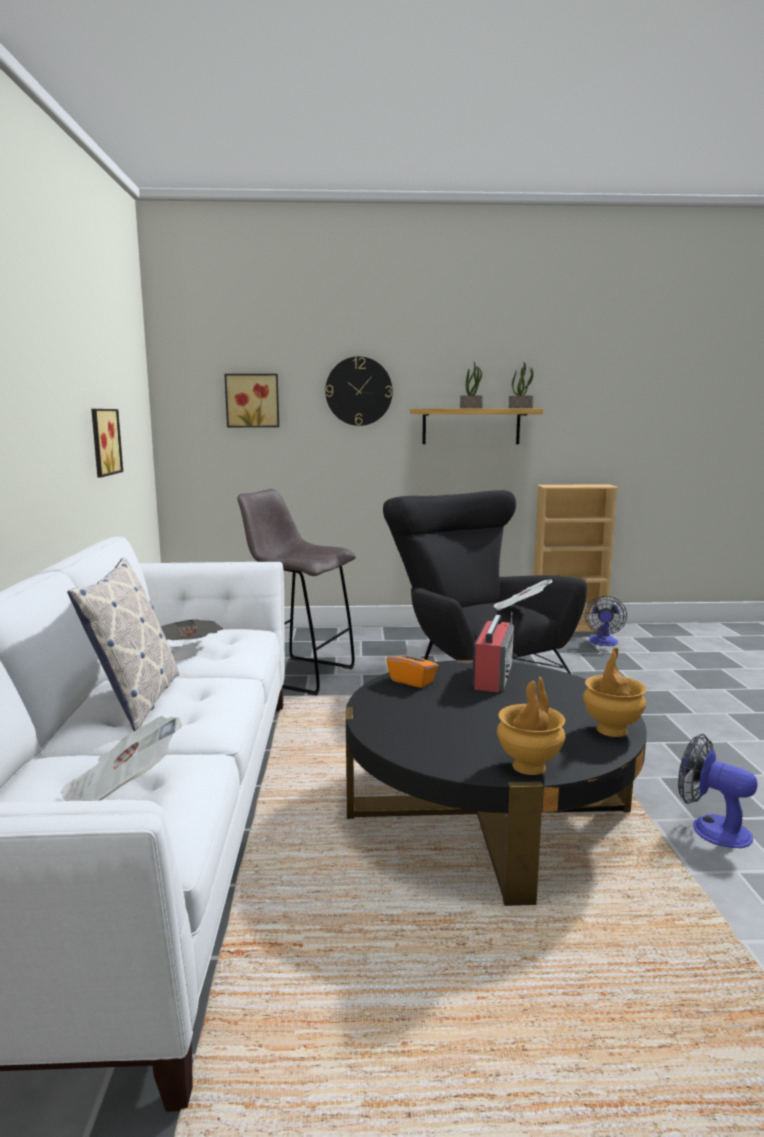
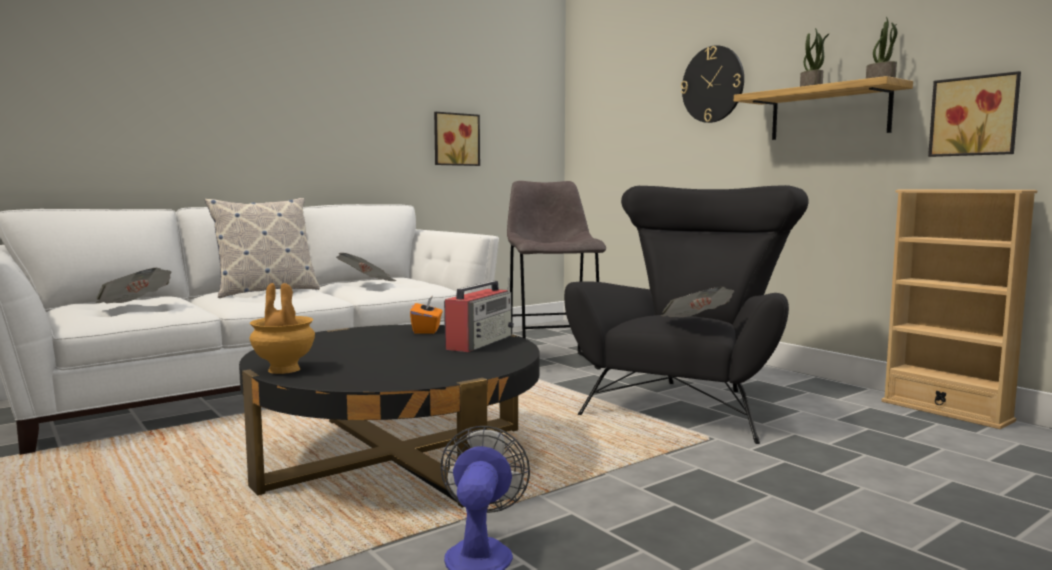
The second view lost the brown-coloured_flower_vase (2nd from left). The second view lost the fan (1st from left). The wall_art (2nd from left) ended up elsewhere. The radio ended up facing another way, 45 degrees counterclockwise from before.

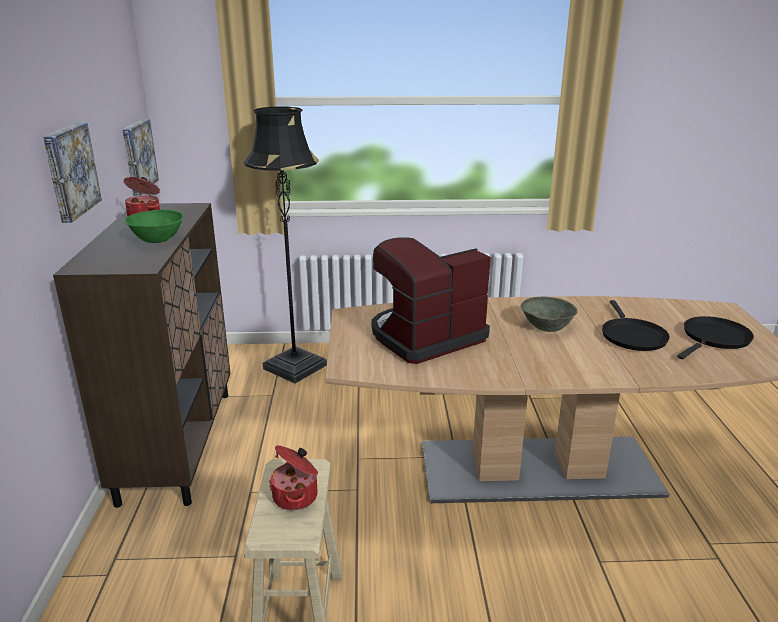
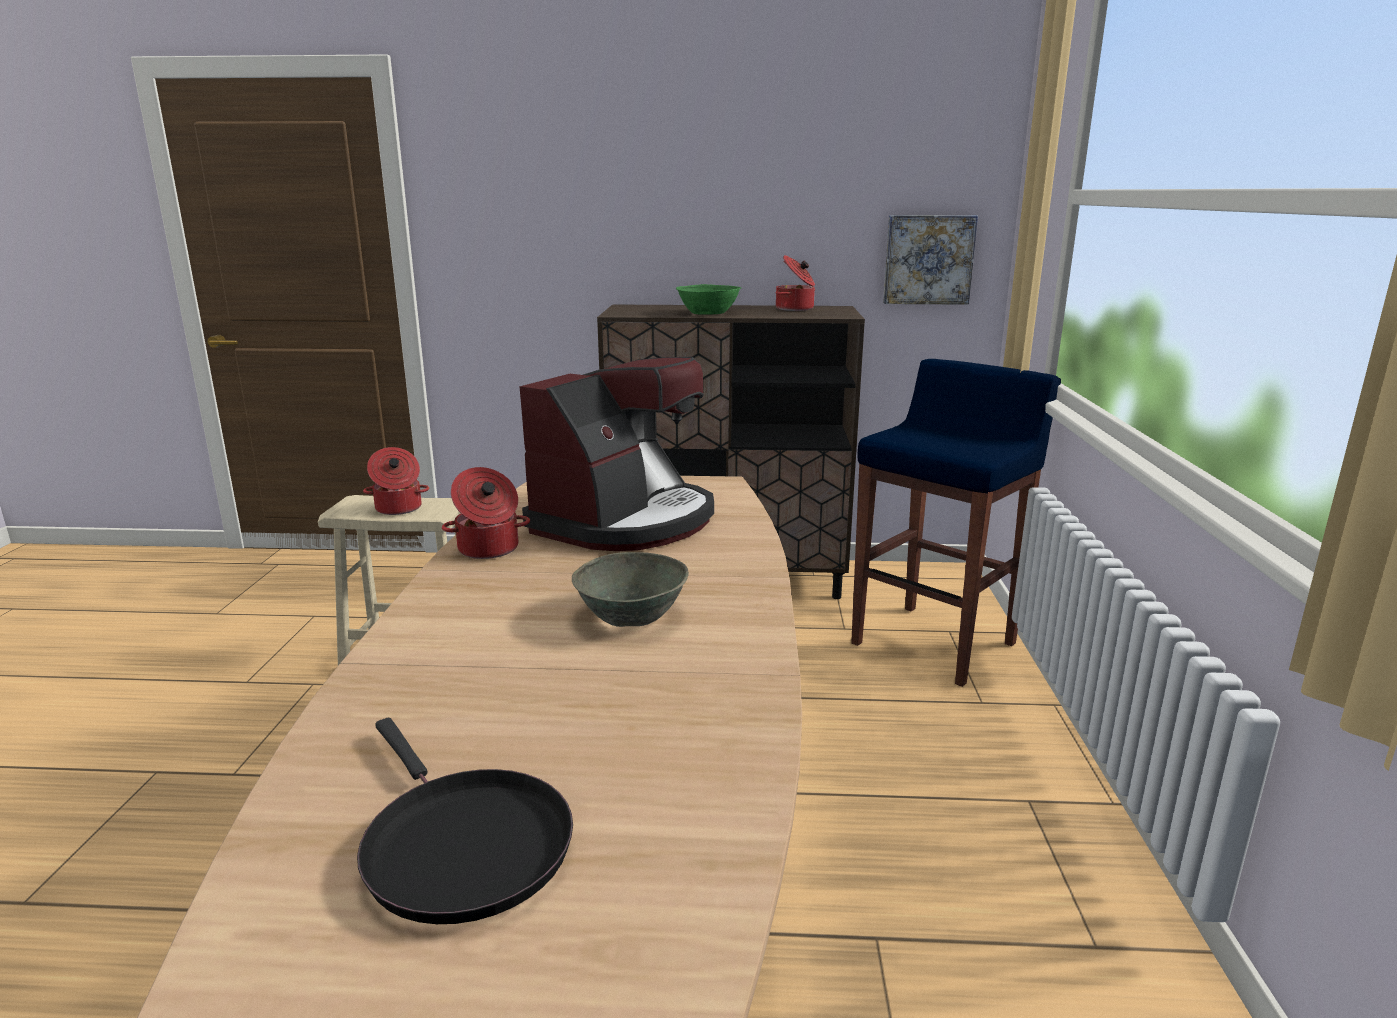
The second view lost the wall_art (1st from left). The second view lost the black_frying_pan (1st from left). The second view gained the stockpot (2nd from left). Where the black_floor_lamp stood, the blue_stool_seat came to stand. The coffee_maker ended up facing another way, 60 degrees clockwise from before.

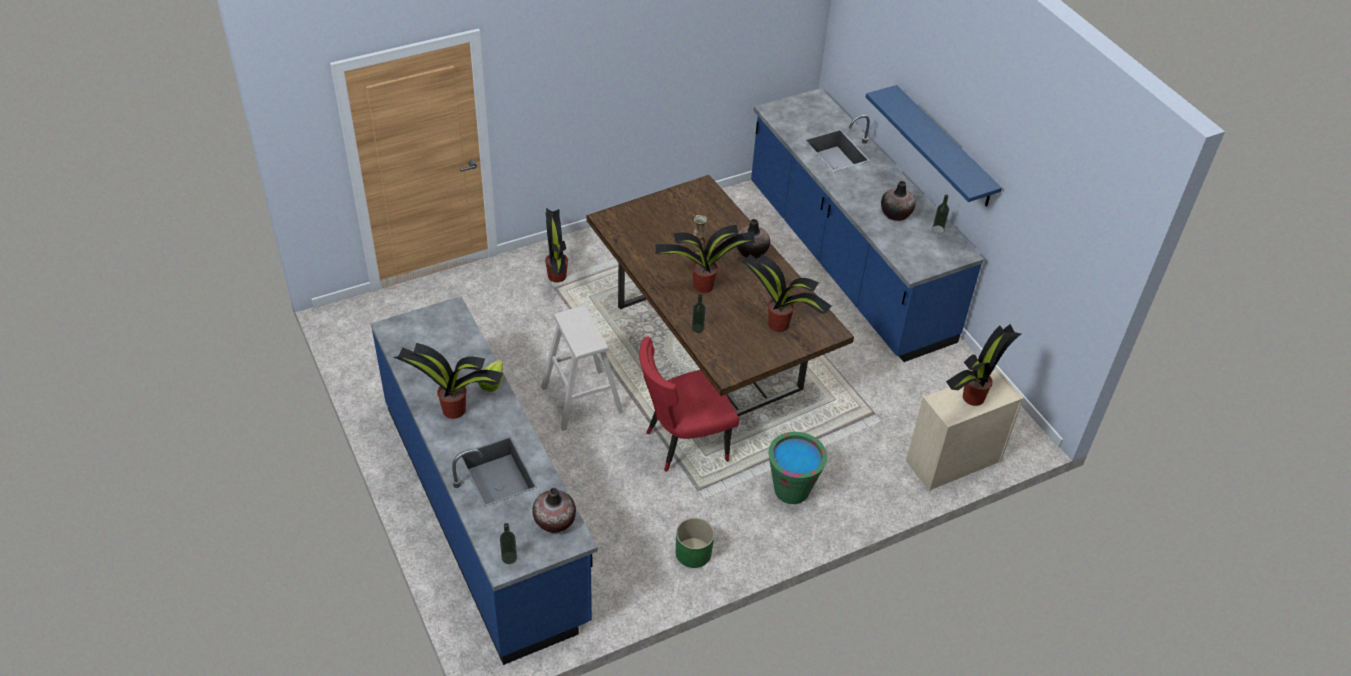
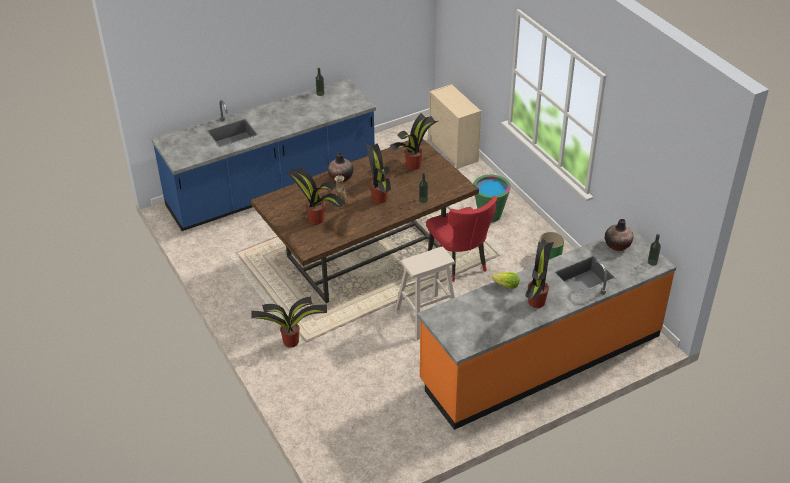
The second view lost the blue_bracket_shelf. The second view lost the flower_vase (4th from left). The potted_plant (5th from left in the first image) ended up elsewhere. What was the blue_kitchen_base_unit (1st from left) turned into the orange-coloured_kitchen_base_unit.

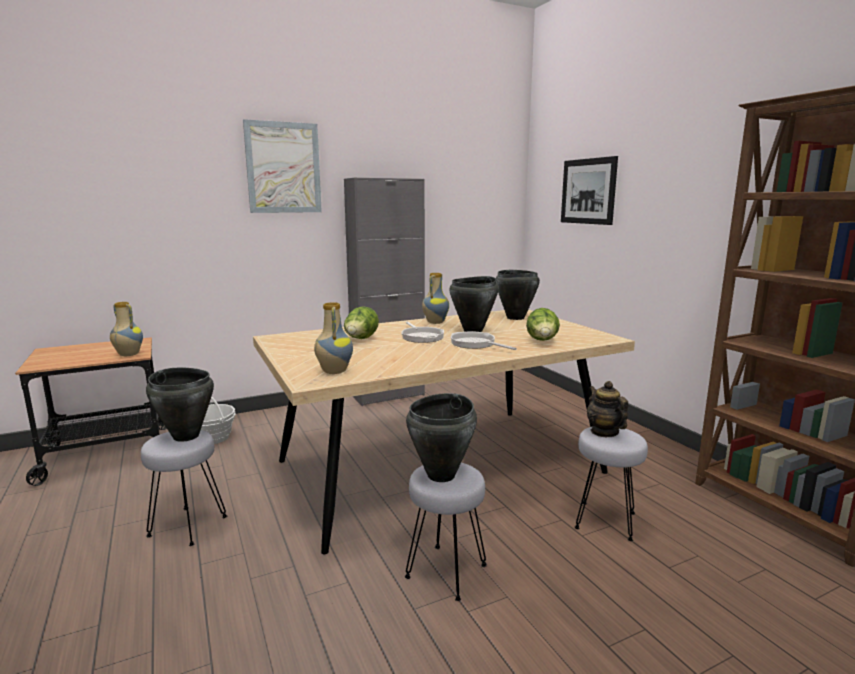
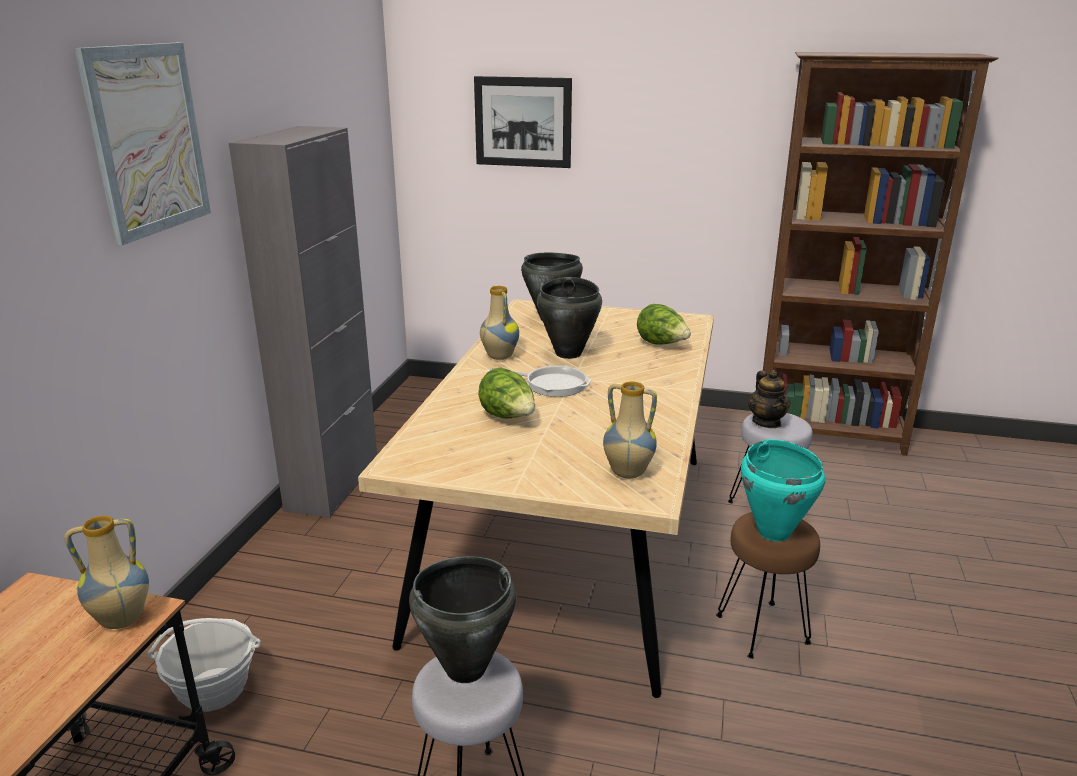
The second view lost the frying_pan (2nd from left). What was the grey_stool_seat (2nd from left) turned into the brown-coloured_stool_seat. What was the black_stockpot (2nd from left) turned into the turquoise-coloured_stockpot. The pot_for_tea ended up facing another way, 120 degrees counterclockwise from before.

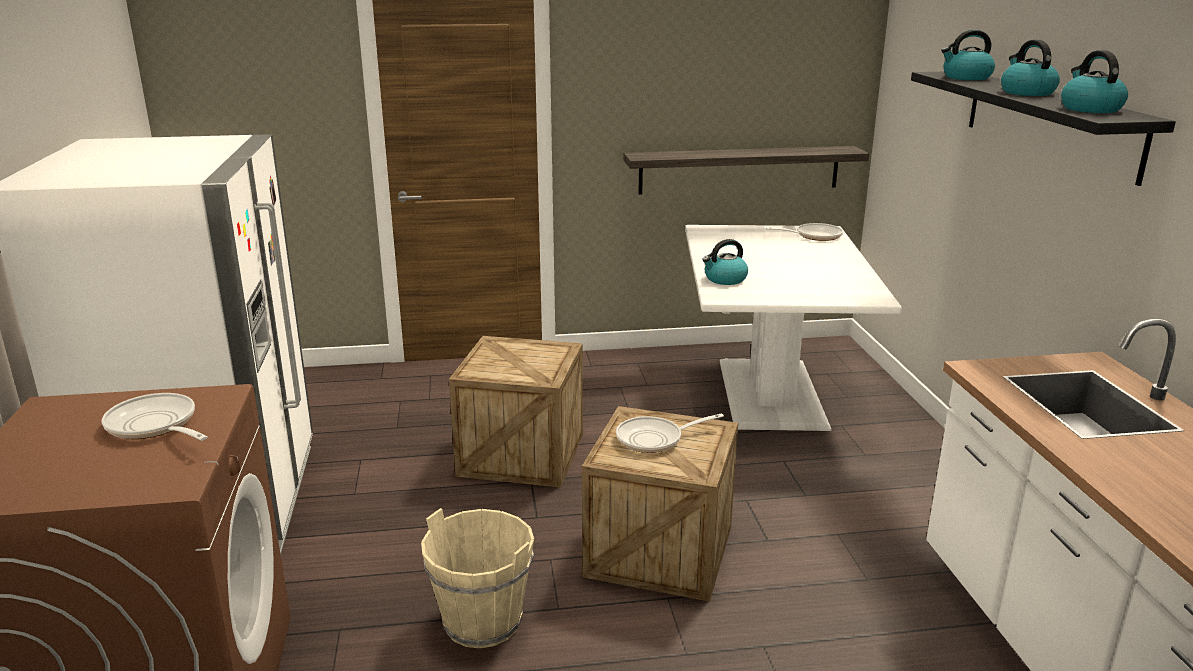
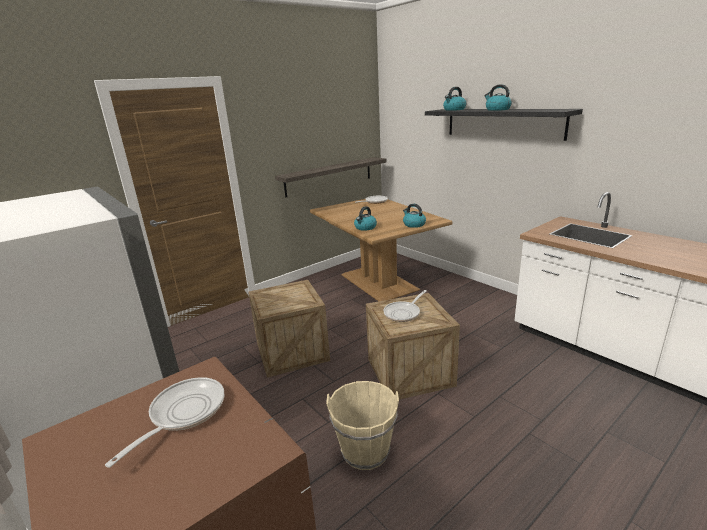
The tea_kettle (4th from left in the first image) ended up elsewhere. What was the whitish_dinner_table turned into the brown-coloured_dinner_table. The frying_pan (1st from left) ended up facing another way, 105 degrees clockwise from before.

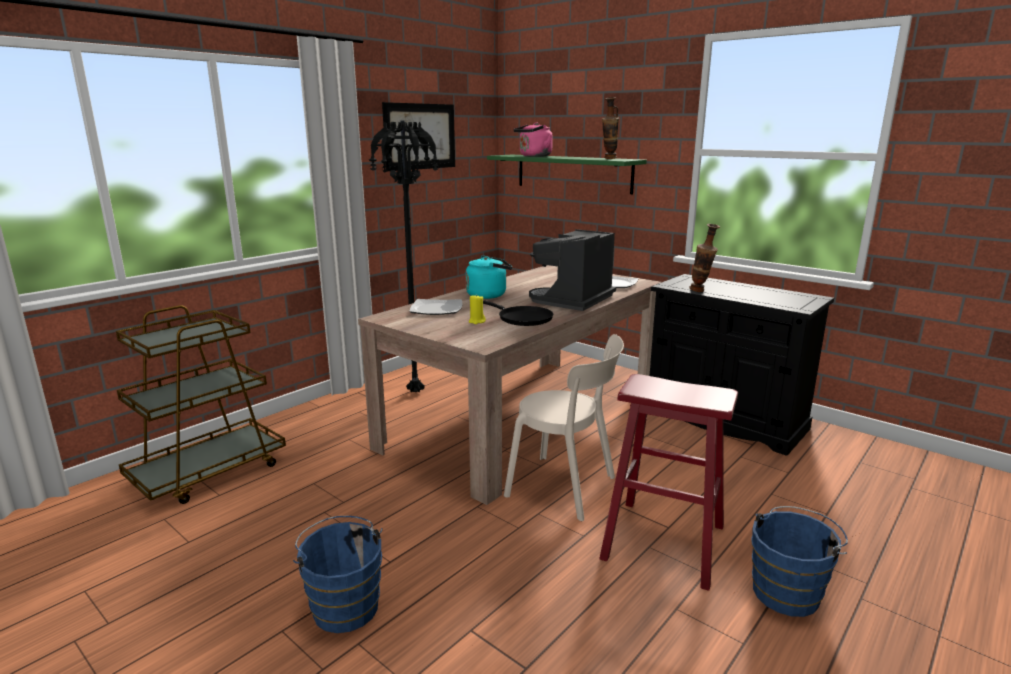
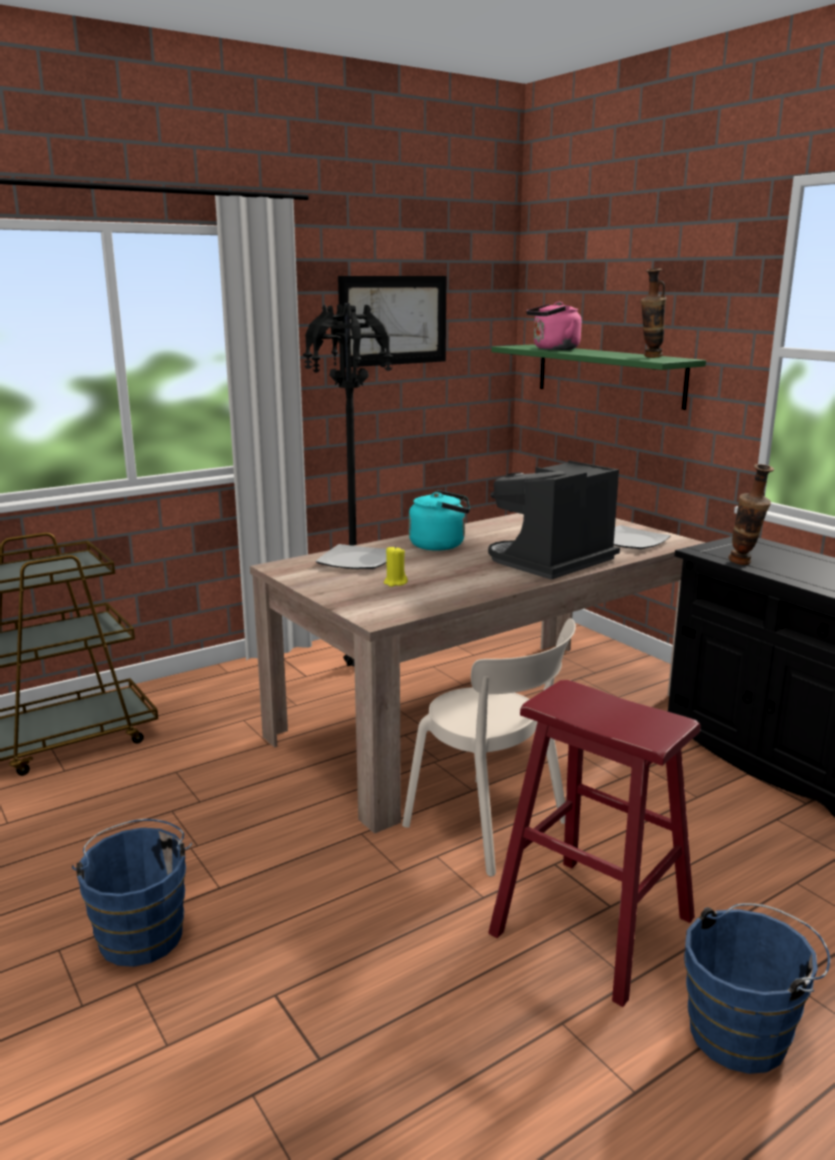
The second view lost the black_frying_pan.

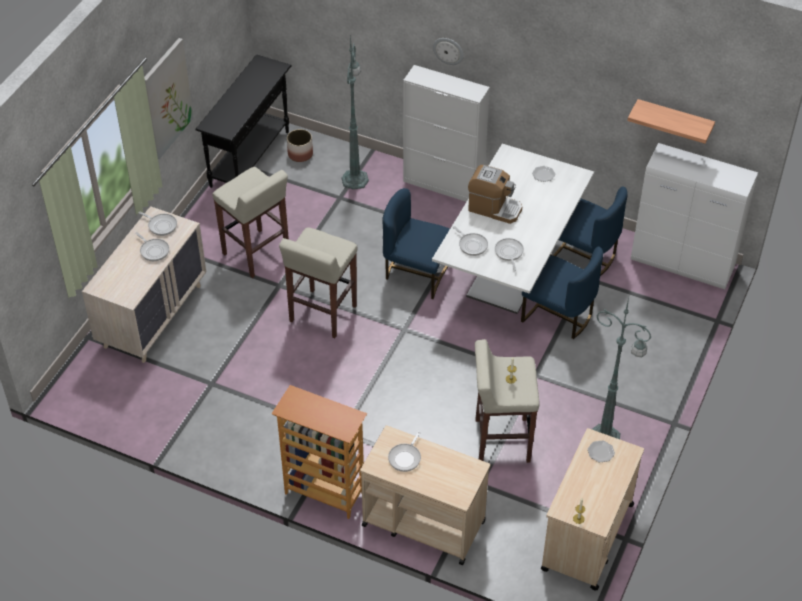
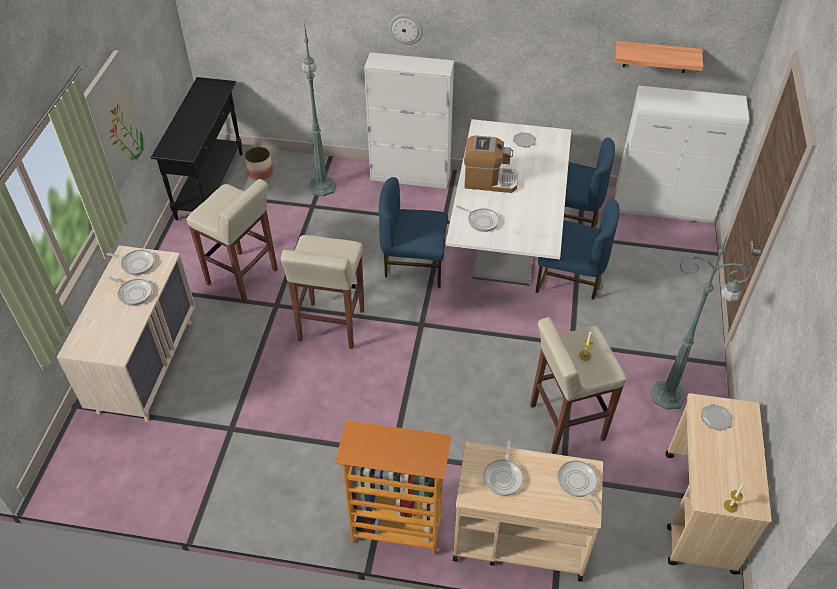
The frying_pan (5th from left) ended up elsewhere.

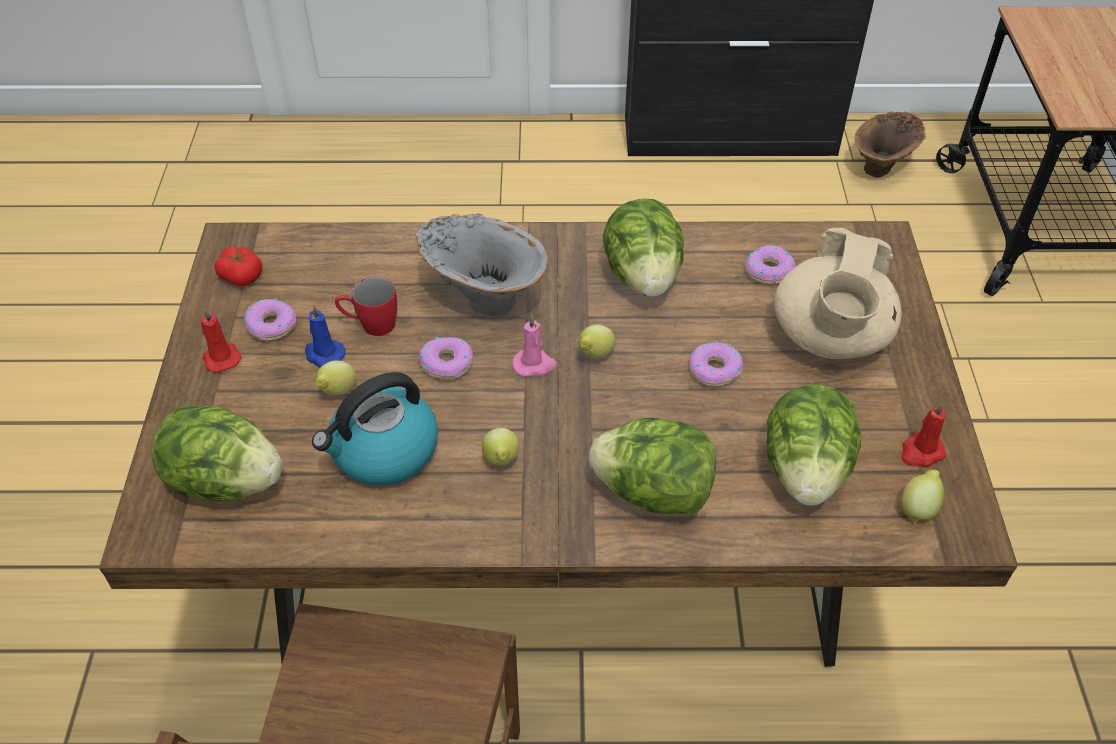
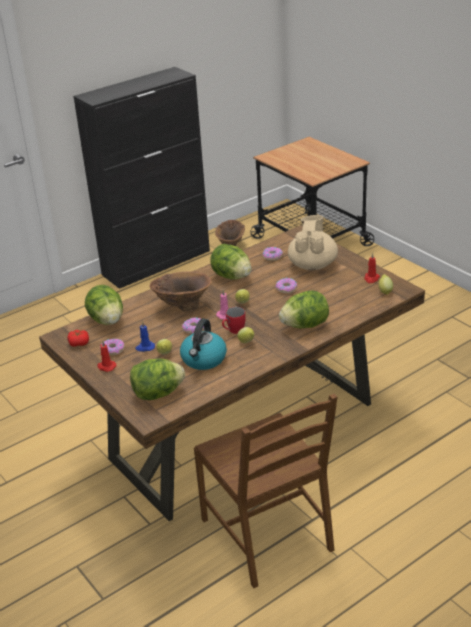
The reddish_tea_mug ended up elsewhere. The lettuce_head (4th from left in the first image) ended up elsewhere. What was the grey_flower_vase turned into the brown-coloured_flower_vase (1st from left). The beige-coloured_pot_for_tea ended up facing another way, 150 degrees counterclockwise from before.

